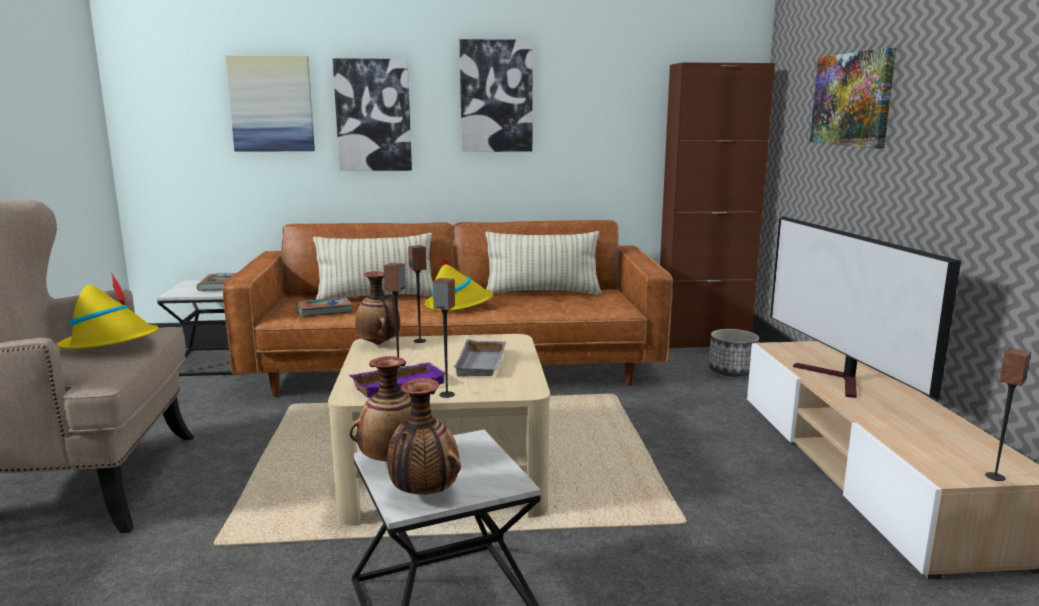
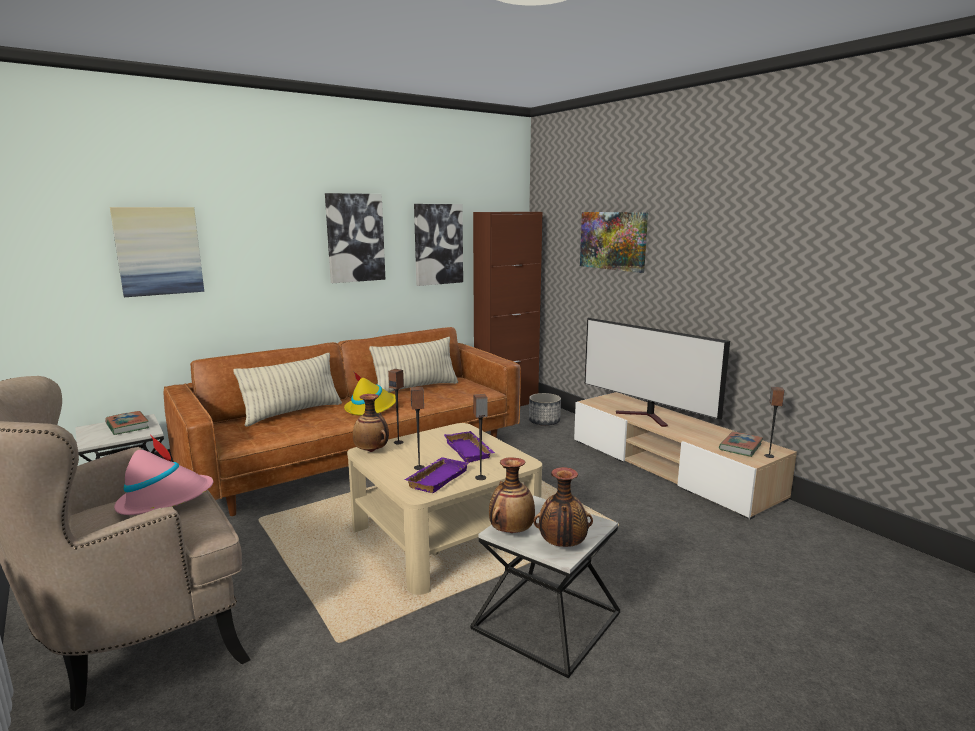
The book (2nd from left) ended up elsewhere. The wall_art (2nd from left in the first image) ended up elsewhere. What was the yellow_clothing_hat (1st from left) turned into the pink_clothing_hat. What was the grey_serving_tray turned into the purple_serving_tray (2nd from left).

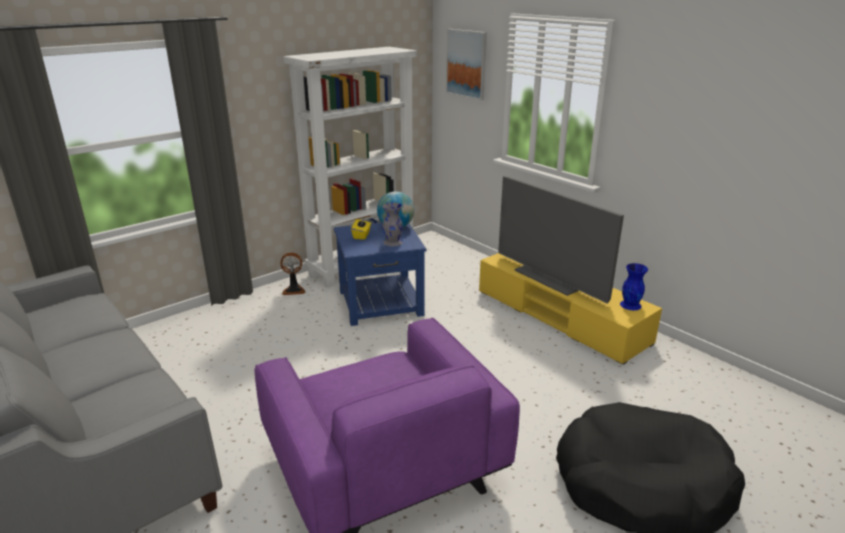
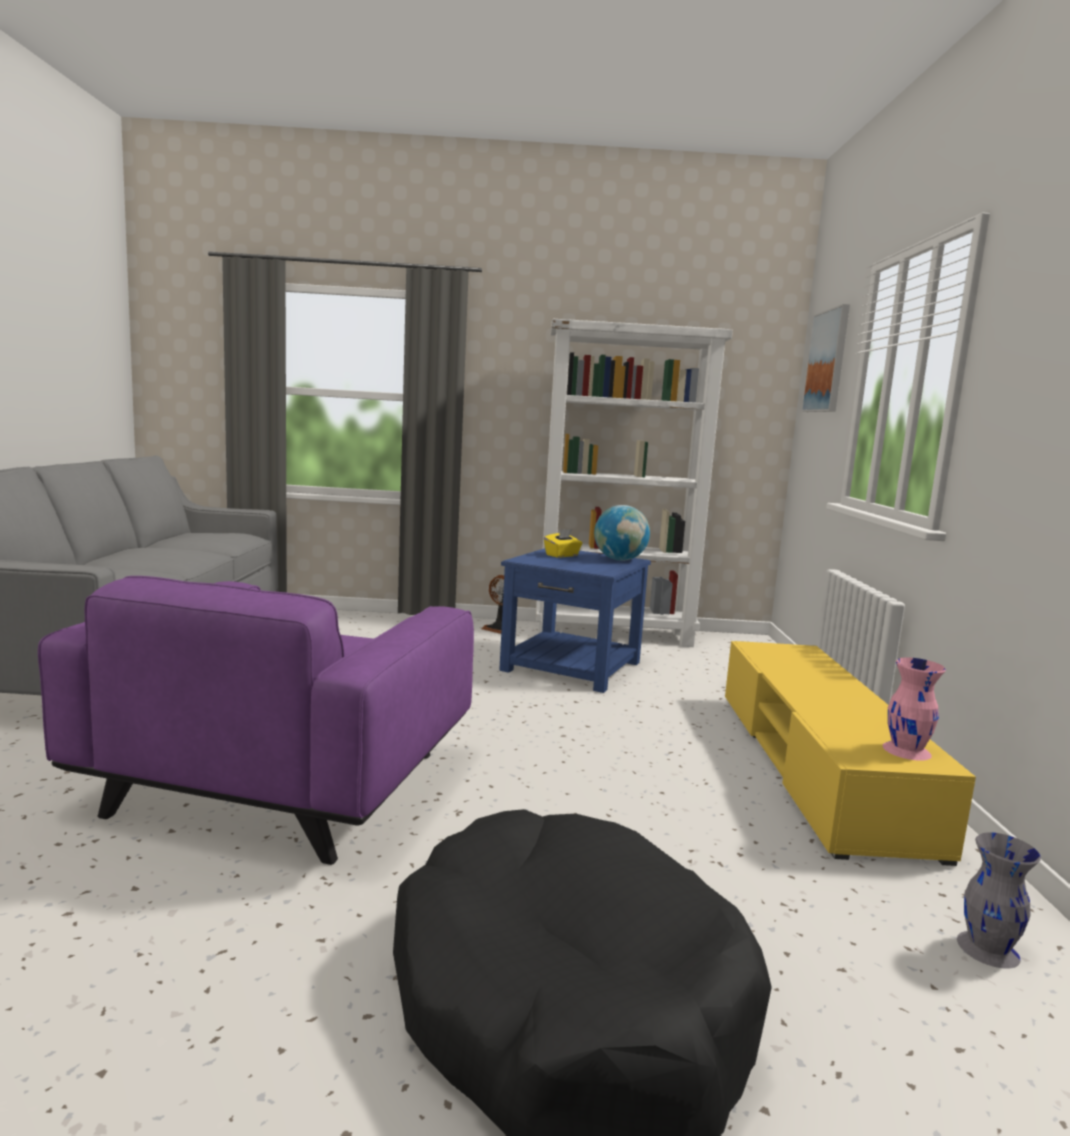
The second view lost the TV. The grey_flower_vase ended up elsewhere. What was the blue_flower_vase turned into the pink_flower_vase.

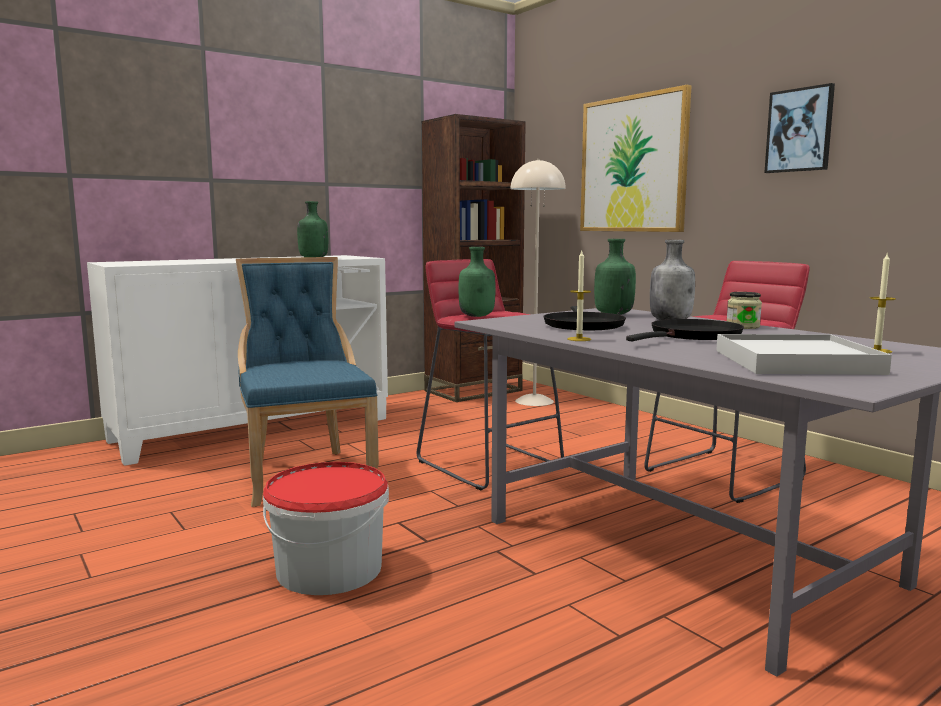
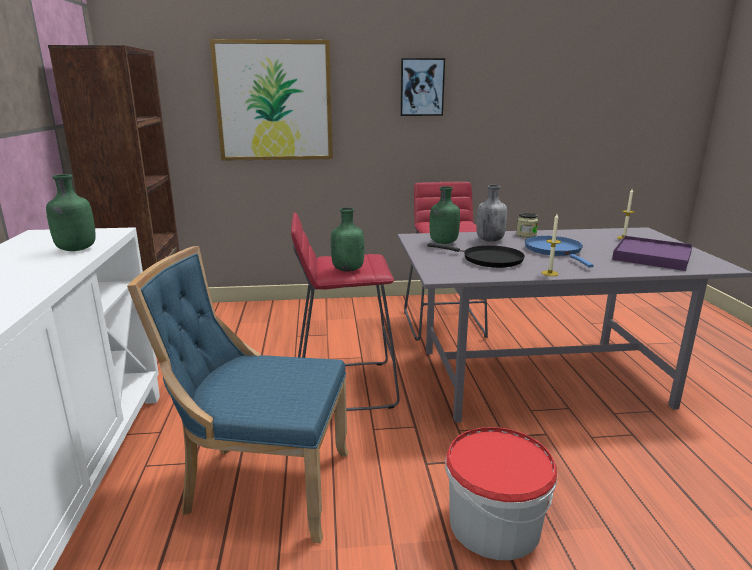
The second view lost the beige-coloured_floor_lamp. What was the black_frying_pan (2nd from left) turned into the blue_frying_pan. What was the whitish_serving_tray turned into the purple_serving_tray.

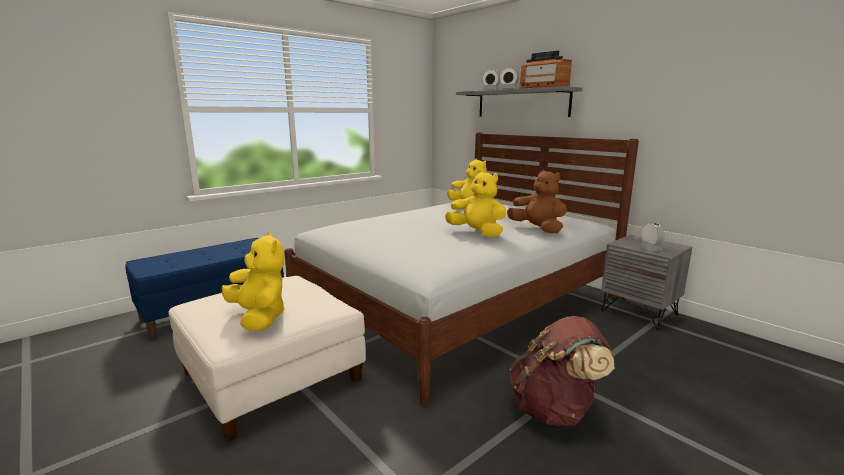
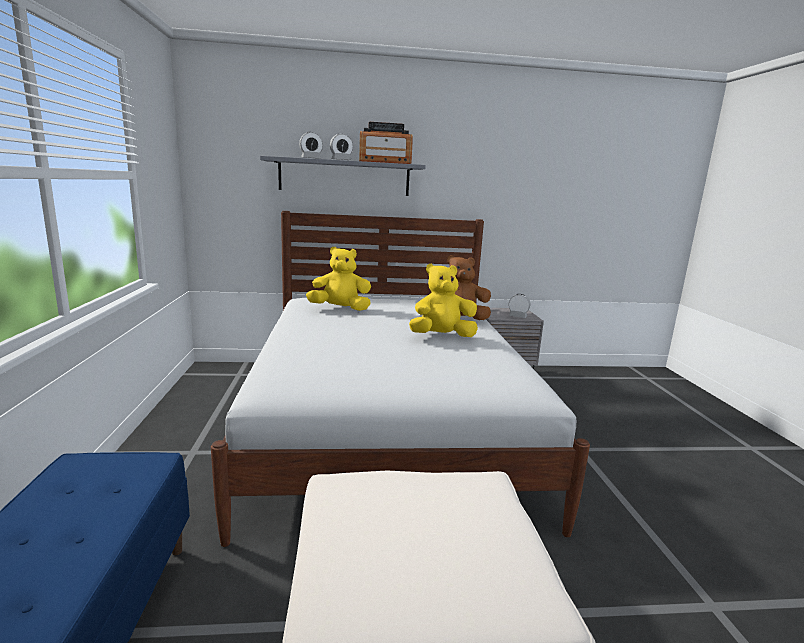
The second view lost the yellow_cuddly_toy (1st from left). The second view lost the brown-coloured_backpack.

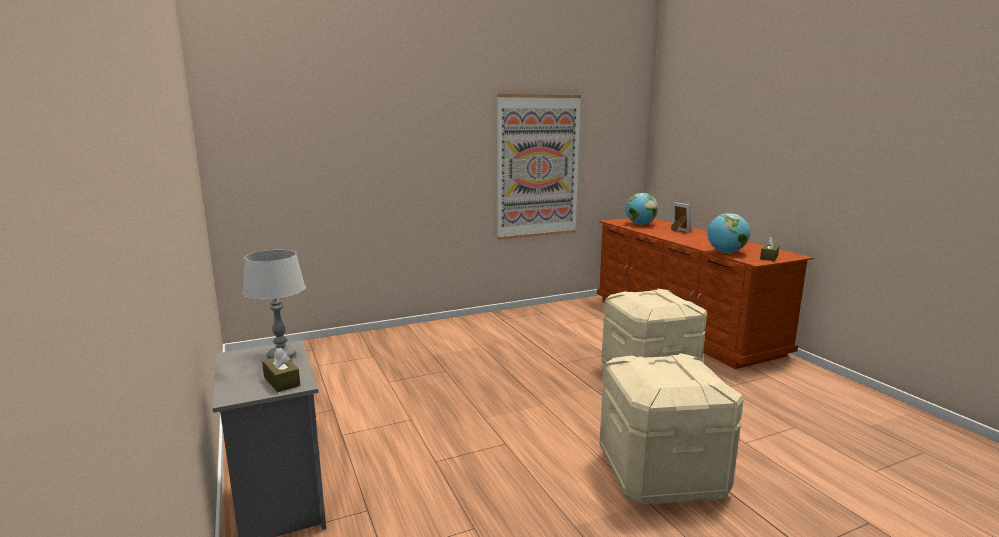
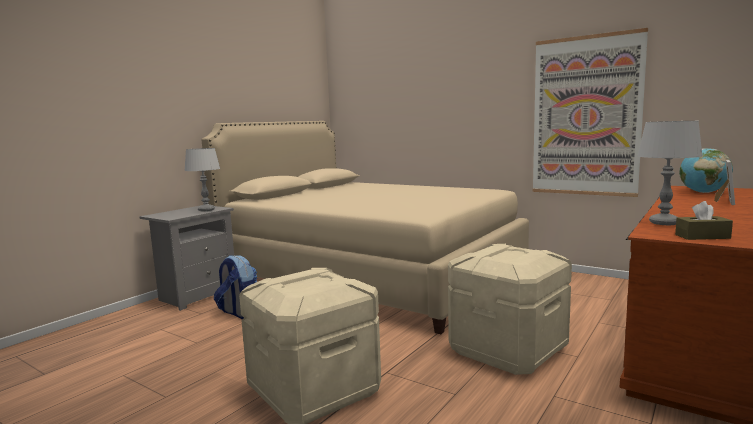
The second view lost the brown-coloured_tissue_holder (1st from left). The second view gained the beige-coloured_sleeping_bed. The second view gained the backpack. Where the globe (2nd from left) stood, the grey_lamp_for_a_table (2nd from left) came to stand.

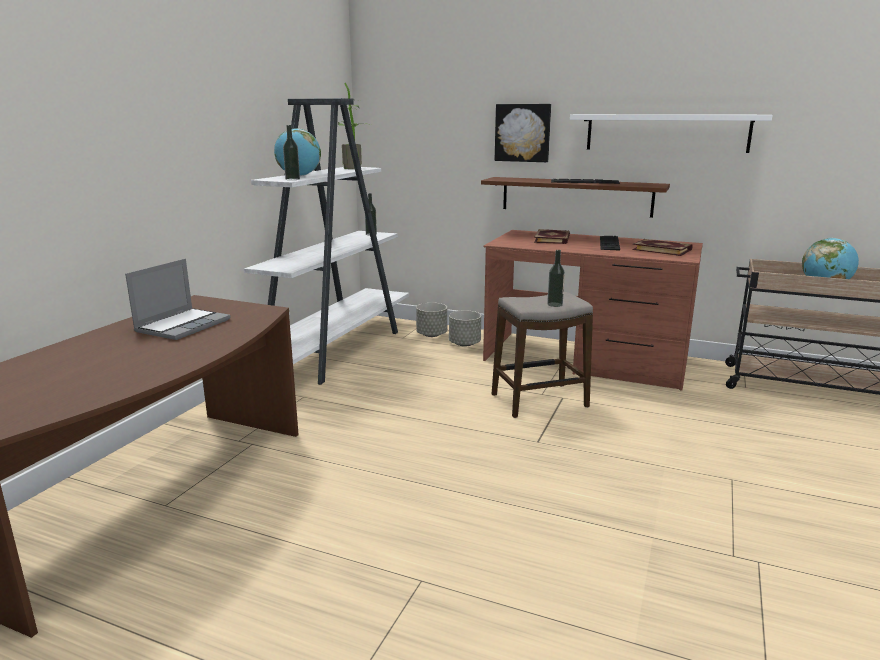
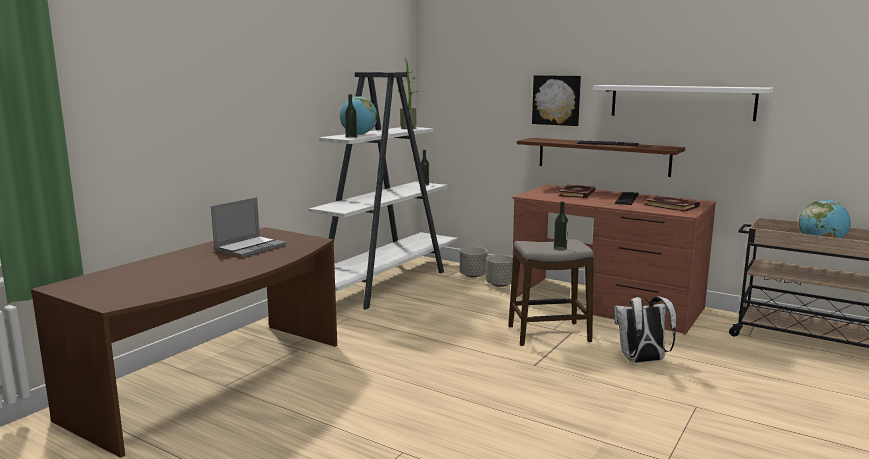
The second view gained the whitish_backpack.

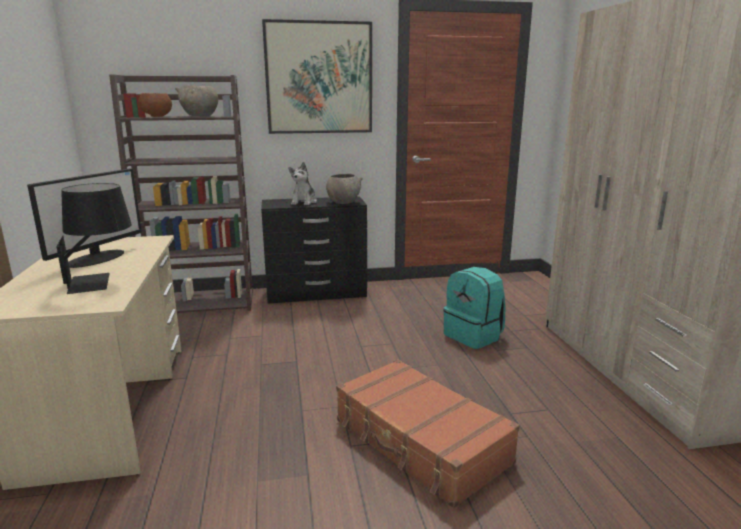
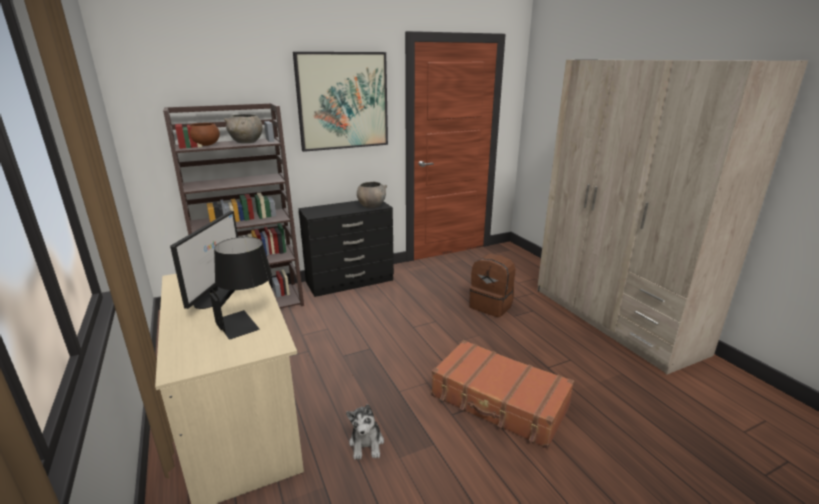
The cuddly_toy ended up elsewhere. What was the turquoise-coloured_backpack turned into the brown-coloured_backpack.

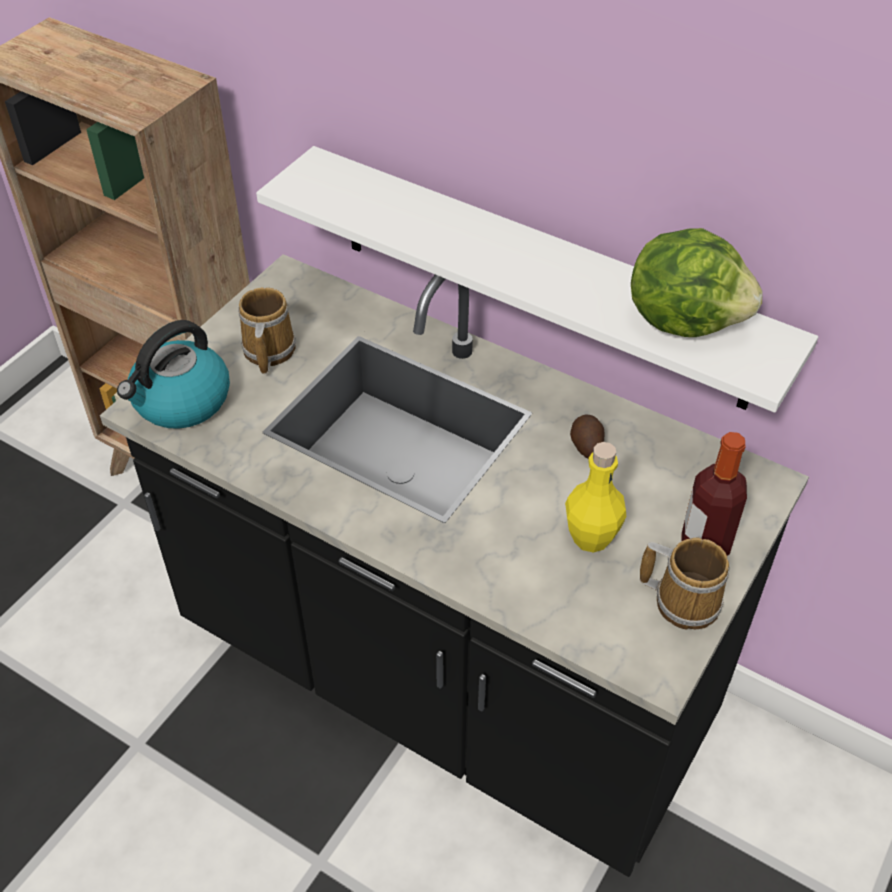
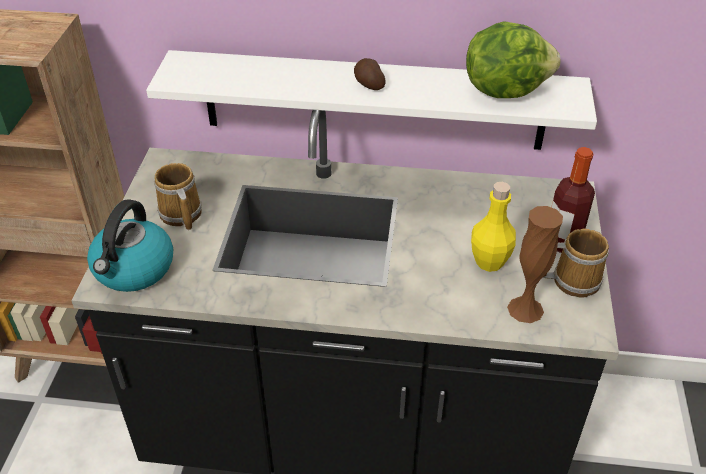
The second view gained the brown-coloured_flower_vase. The whole_potato ended up elsewhere.

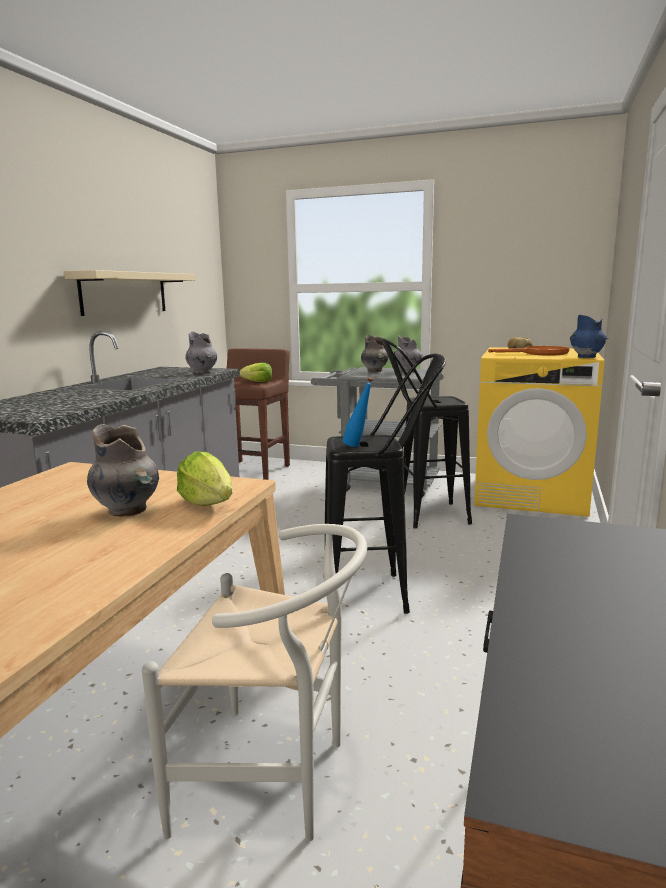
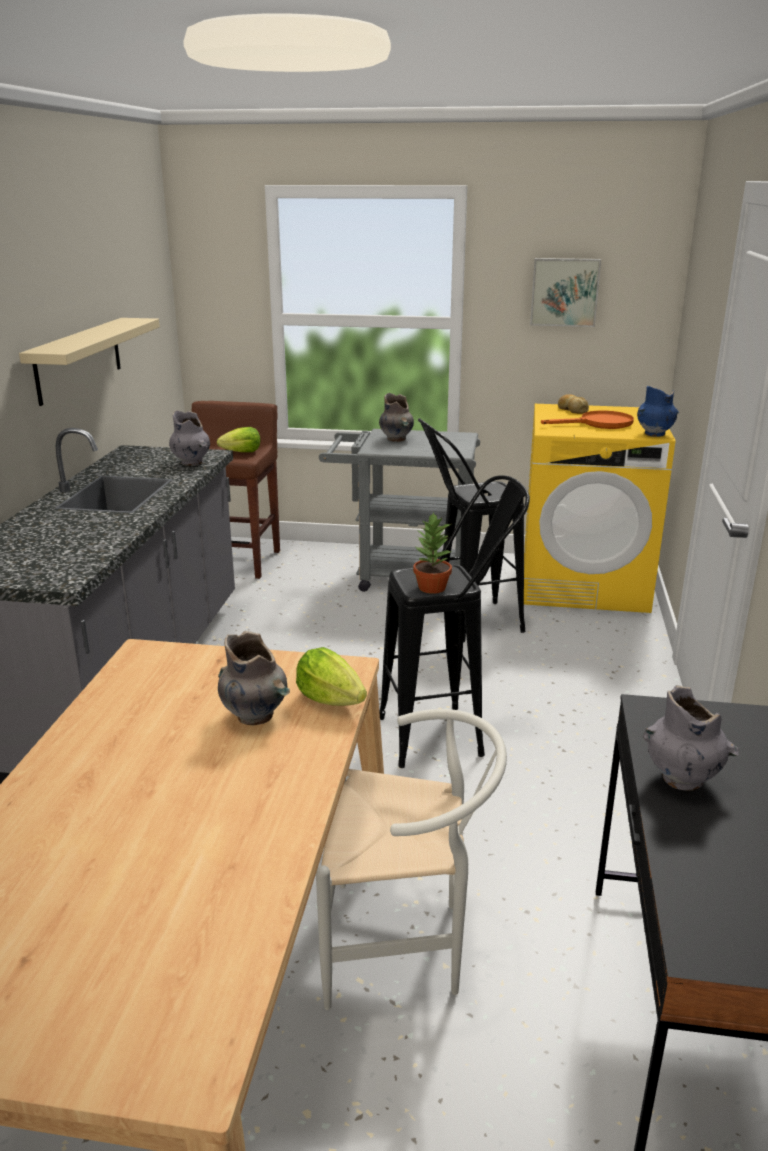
The second view gained the wall_art. The grey_flower_vase (4th from left) ended up elsewhere. Where the blue_beverage_bottle stood, the potted_plant came to stand.

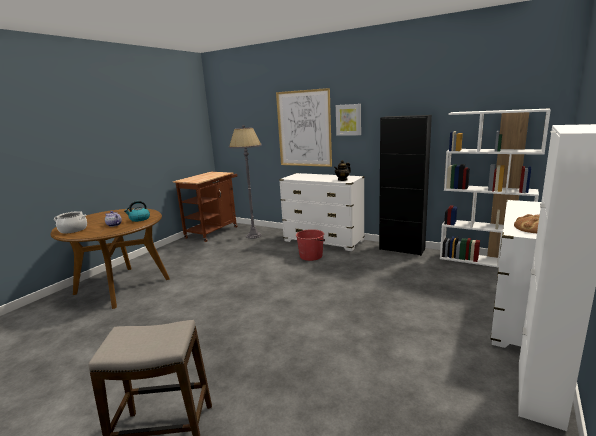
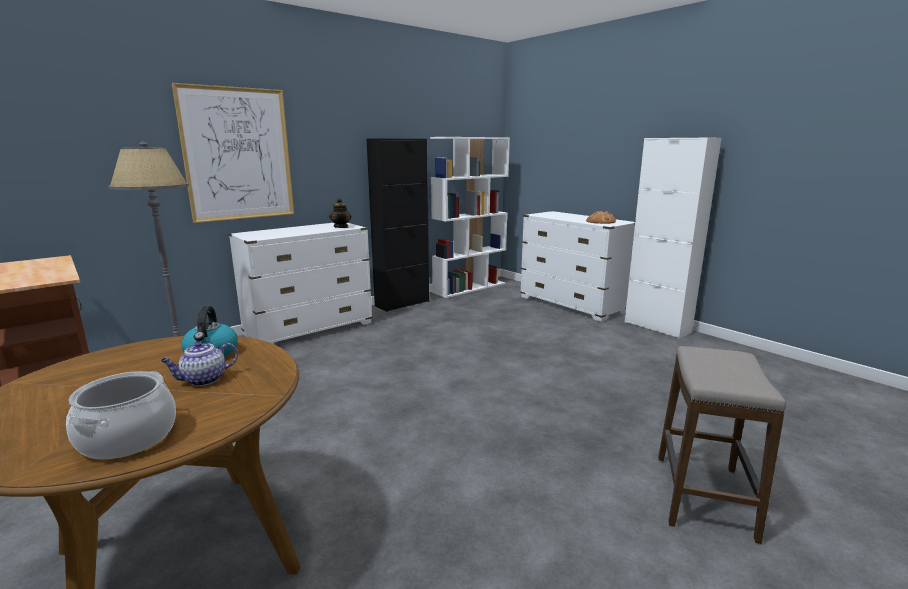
The second view lost the reddish_water_bucket. The second view lost the wall_art (2nd from left).

